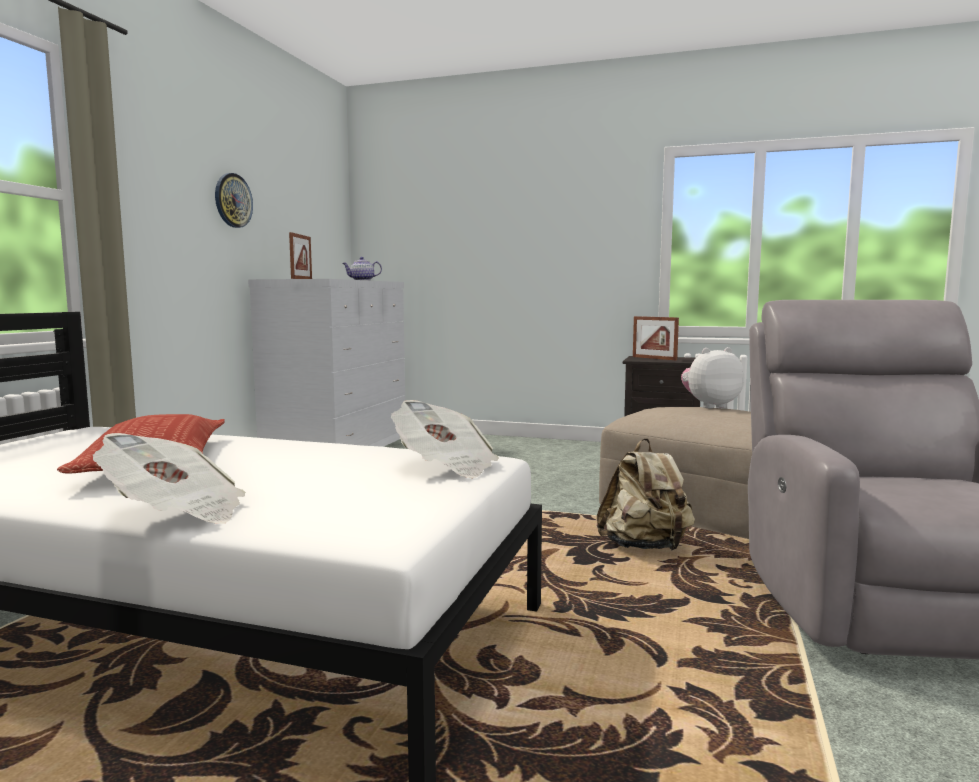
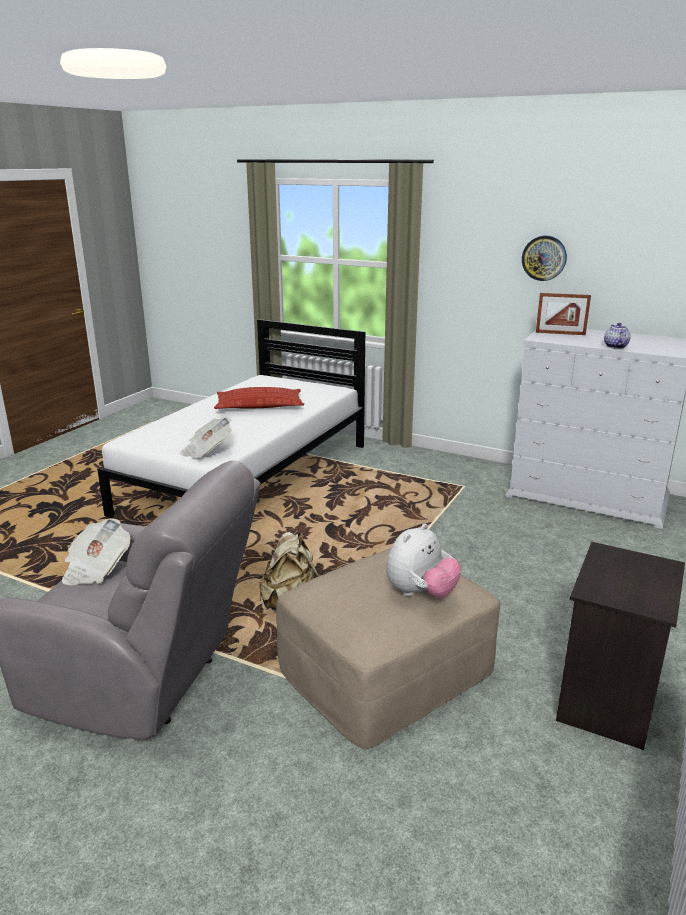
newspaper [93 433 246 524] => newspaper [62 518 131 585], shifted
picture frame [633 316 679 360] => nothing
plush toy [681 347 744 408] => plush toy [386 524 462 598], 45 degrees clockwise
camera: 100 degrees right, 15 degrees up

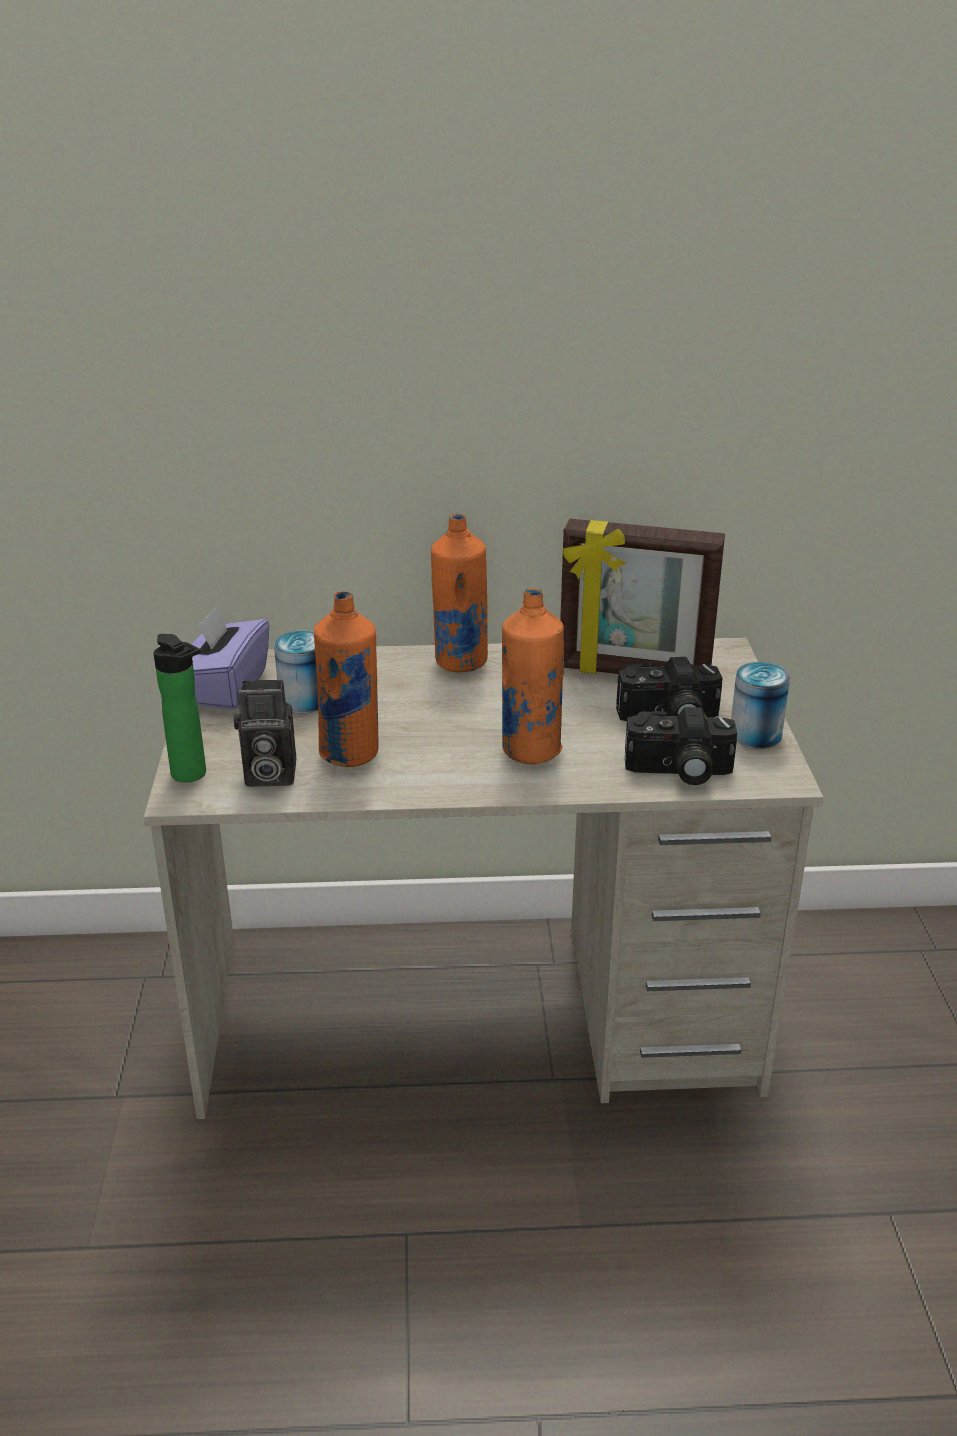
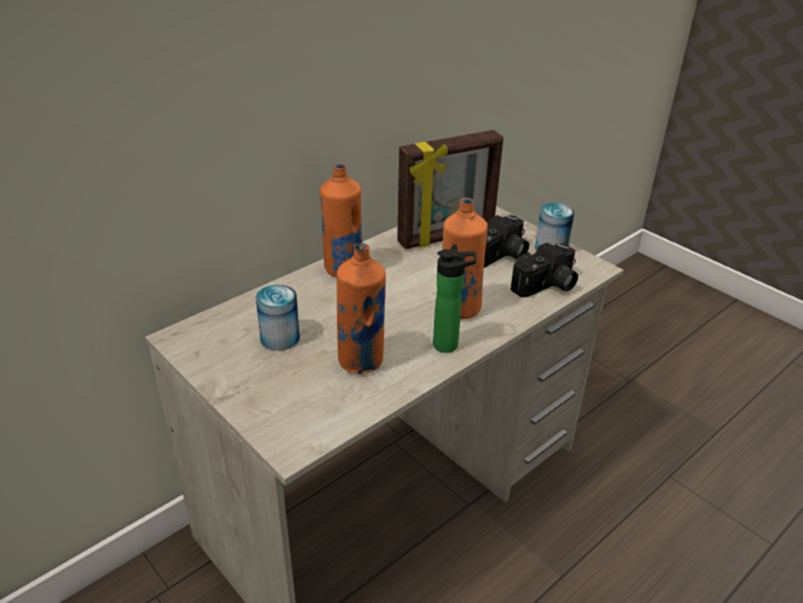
bottle [153 634 206 783] => bottle [433 249 476 353], shifted
purple tissue box [191 605 269 709] => nothing
photo camera [234 680 296 787] => nothing
camera: 40 degrees left, 5 degrees up

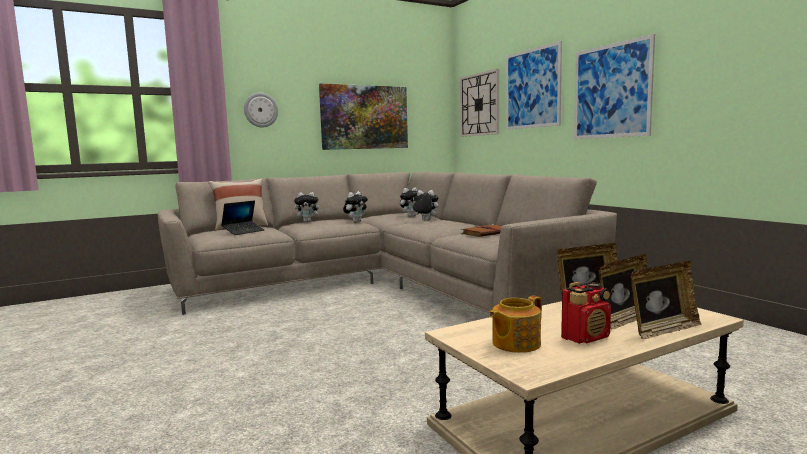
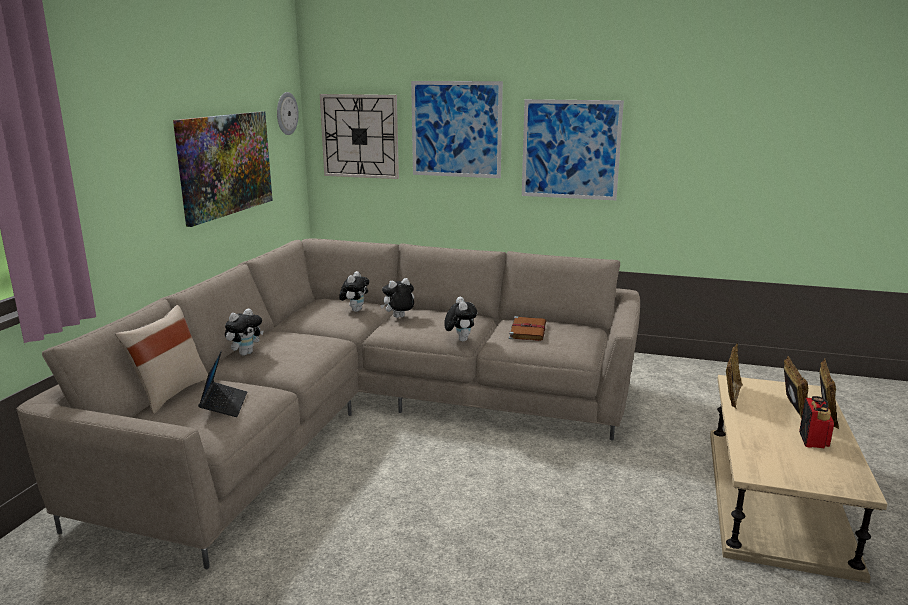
wall clock [244 93 278 127] => wall clock [277 92 299 135], shifted
plush toy [343 191 368 222] => plush toy [444 297 477 341], shifted
teapot [489 296 542 353] => nothing
camera: 45 degrees left, 10 degrees up

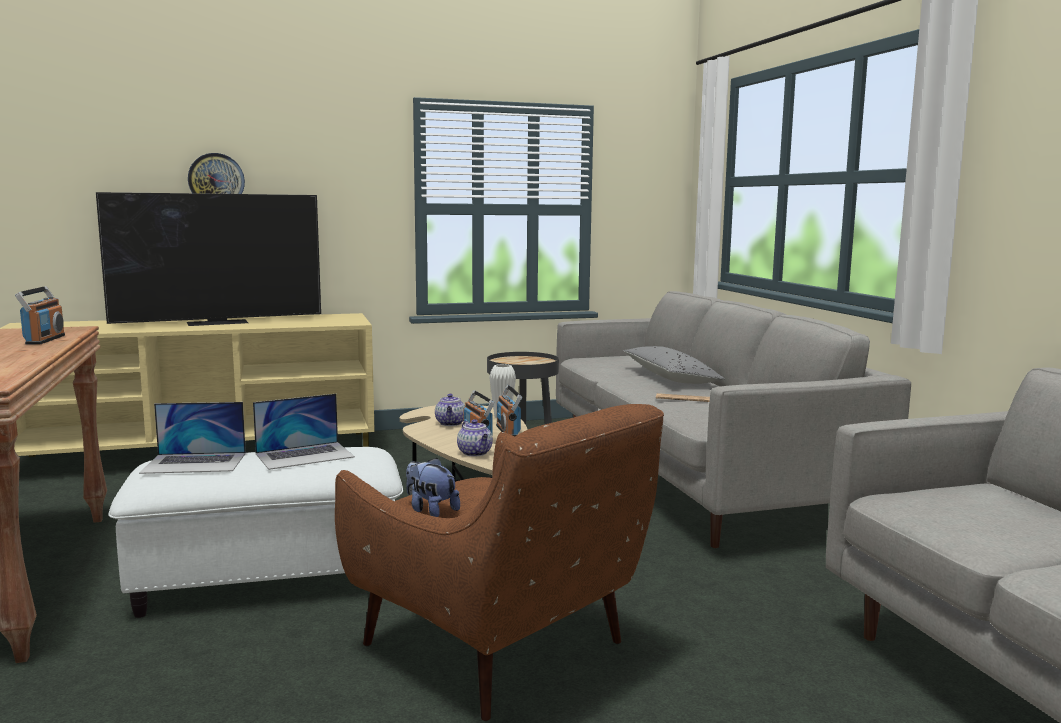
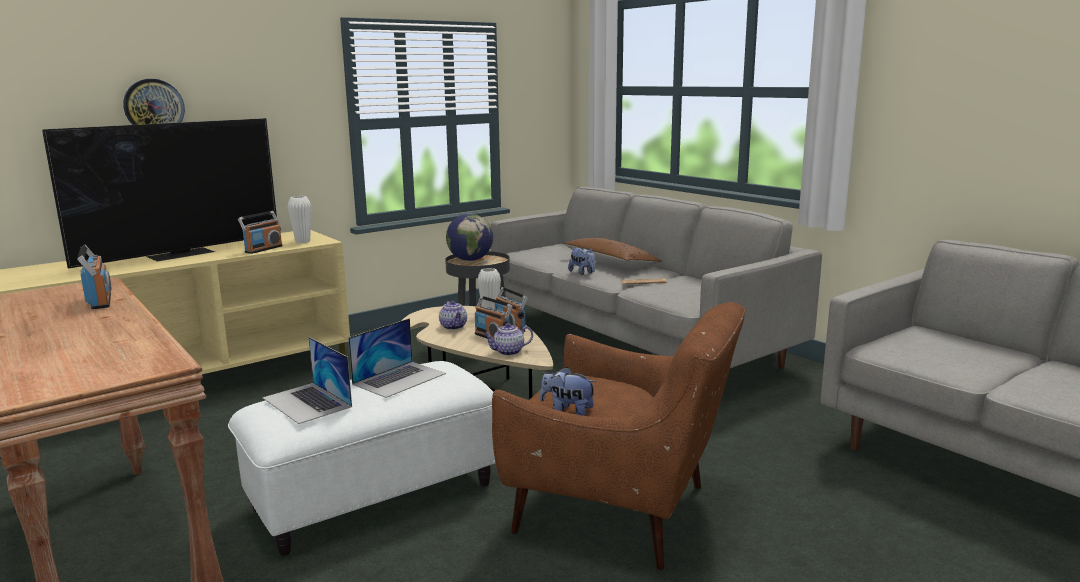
laptop [139 402 246 474] => laptop [262 337 352 424], 75 degrees clockwise
teapot [457 419 493 457] => teapot [483 323 533 356], 120 degrees clockwise
grey pillow [624 346 725 384] => brown pillow [563 238 662 268]
nothing => radio [238 211 283 254]
nothing => white vase [288 196 312 243]
nothing => globe [446 214 493 261]
nothing => plush toy [568 247 595 275]
camera: 20 degrees left, 5 degrees up

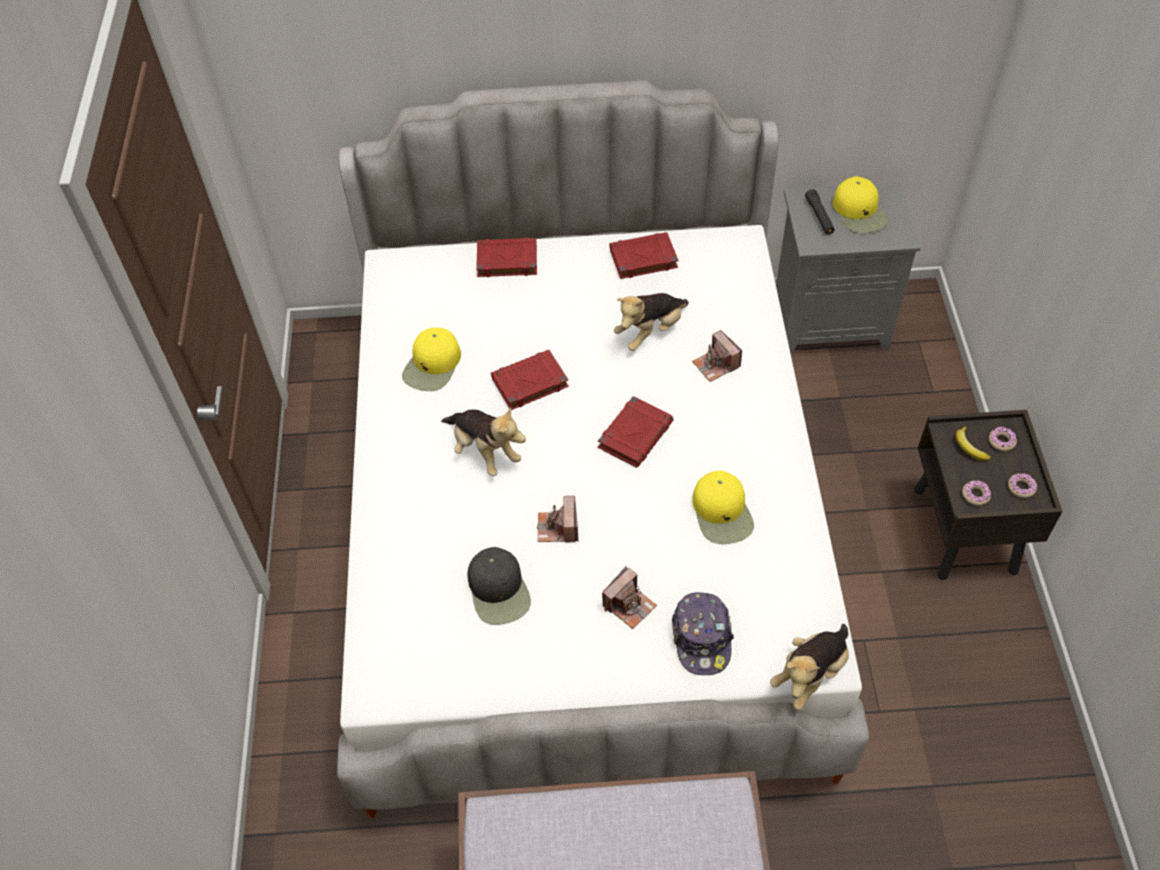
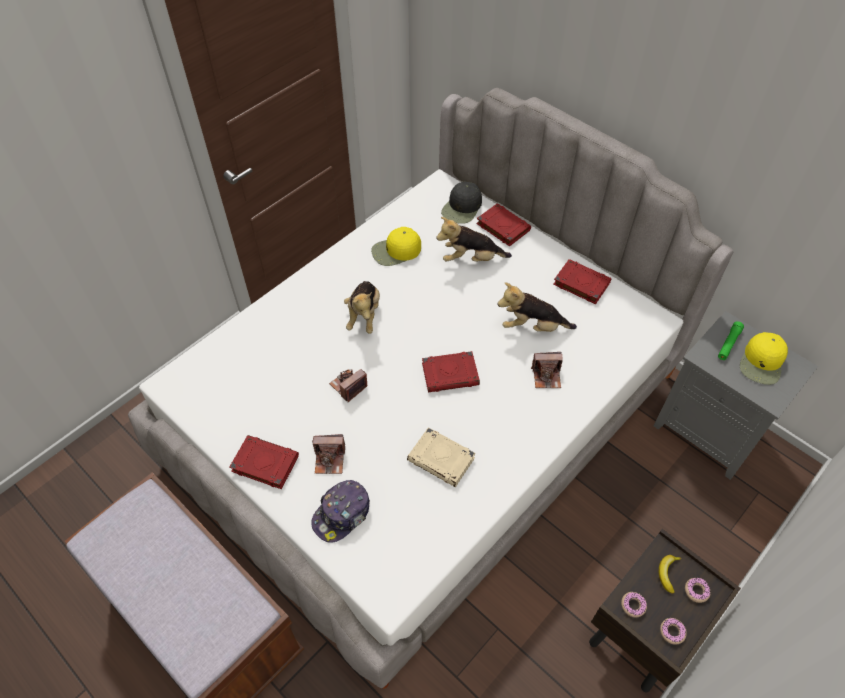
black cap [467 547 531 625] => black cap [441 182 482 224], shifted
red book [491 350 569 410] => red book [229 435 299 489], shifted
photo camera [692 330 742 382] => photo camera [531 352 563 388], 105 degrees counterclockwise
yellow cap [692 471 754 544] => beige book [407 427 476 487]
plush toy [770 624 849 711] => plush toy [436 217 512 262], shifted
black flashlight [805 189 835 235] => green flashlight [718 321 744 360]
camera: 45 degrees right, 0 degrees up

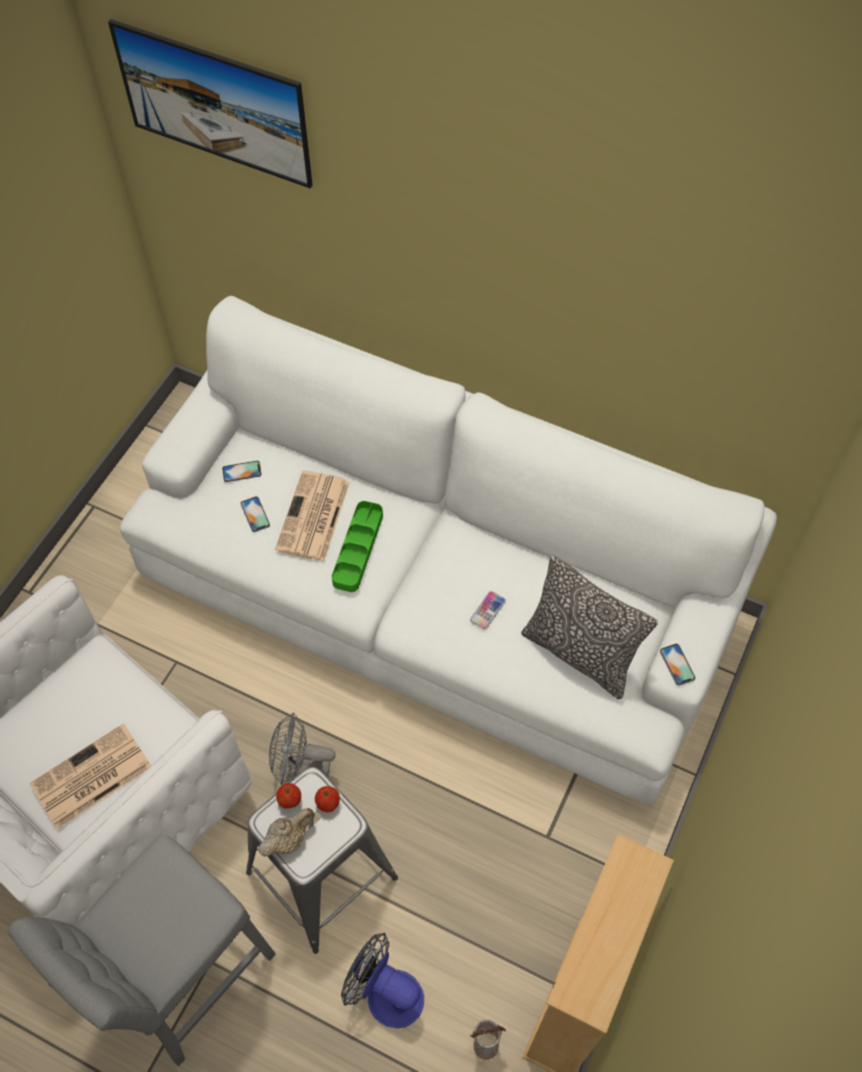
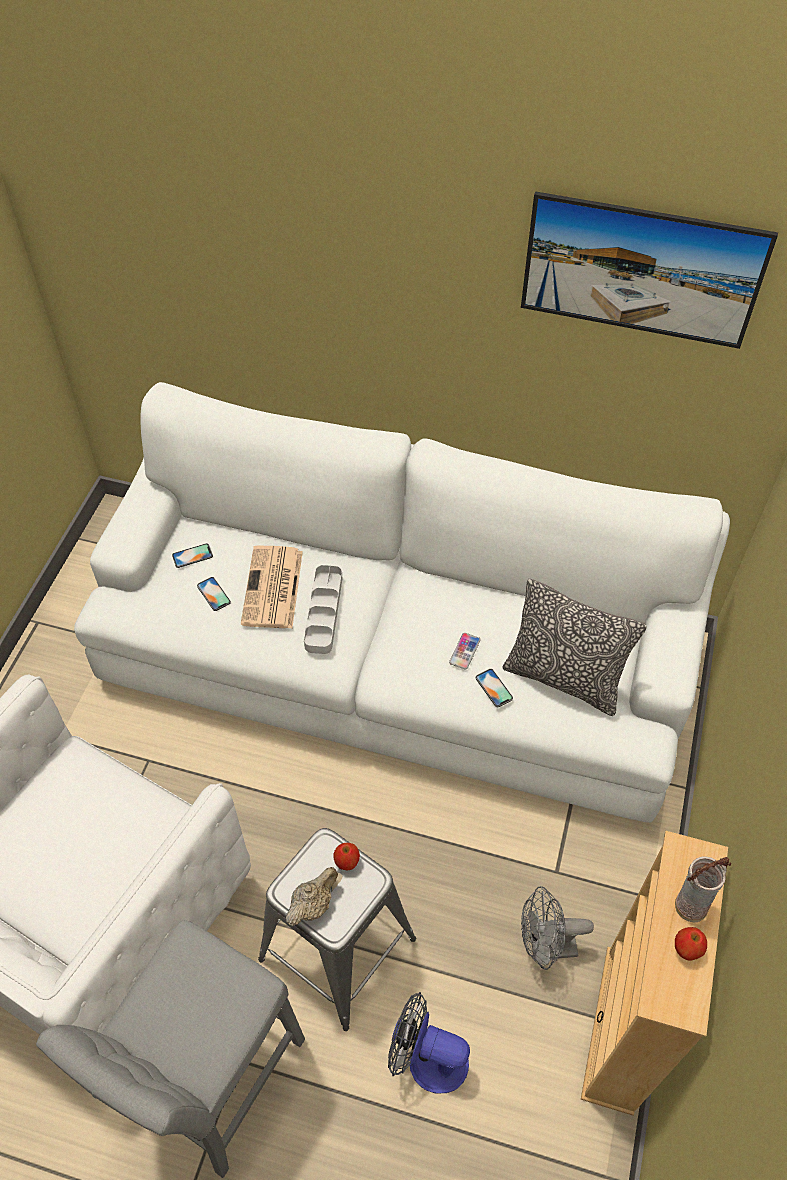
newspaper [29 723 151 829] => nothing
picture [108 19 313 188] => picture [521 191 778 349], shifted
grey fan [269 712 336 785] => grey fan [521 886 594 970], shifted
apple [276 783 301 808] => apple [675 927 707 961], shifted
green tray [332 501 383 592] => grey tray [304 565 343 654]
vase [470 1019 506 1060] => vase [675 856 731 923], shifted
phone [660 644 696 685] => phone [476 669 513 707], shifted
camera: 10 degrees left, 5 degrees down

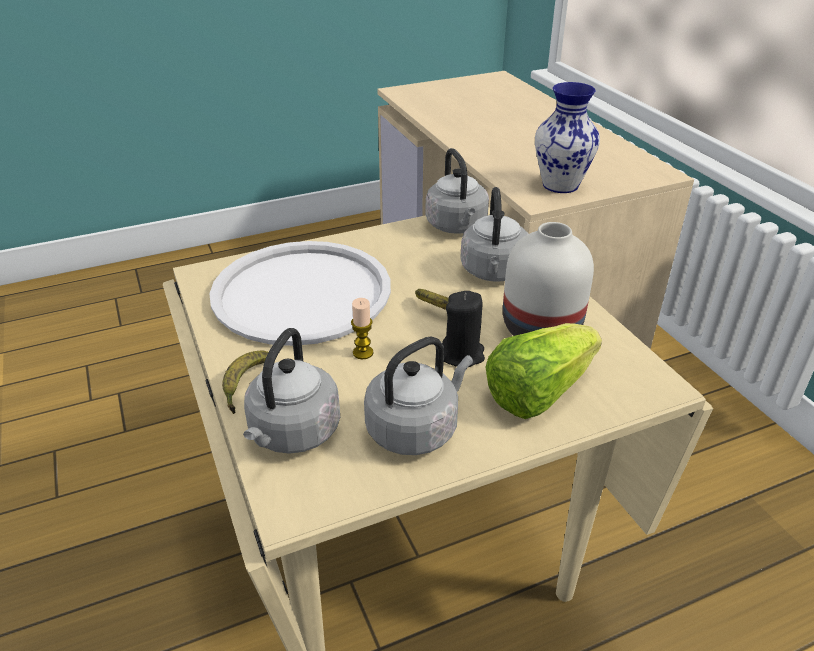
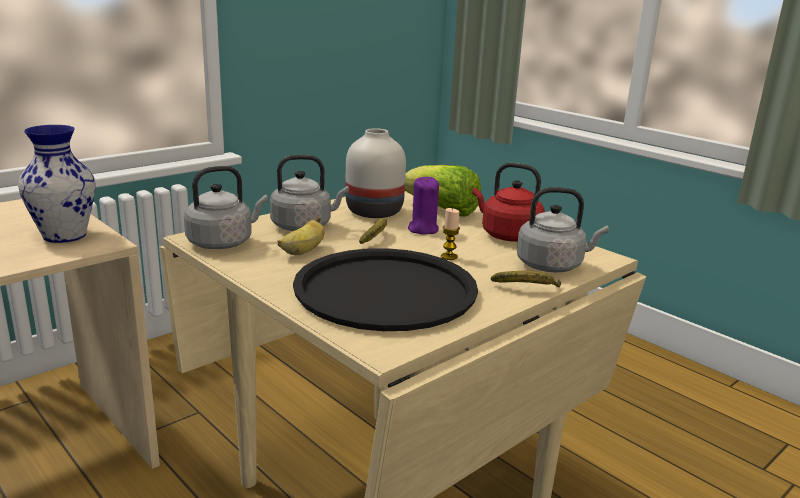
white tray [209 241 391 346] => black tray [293 248 478 331]
grey kettle [364 337 473 455] => red kettle [473 163 545 242]
black candle [442 291 485 367] => purple candle [408 176 439 235]
nothing => banana [278 217 325 255]
camera: 110 degrees left, 15 degrees down

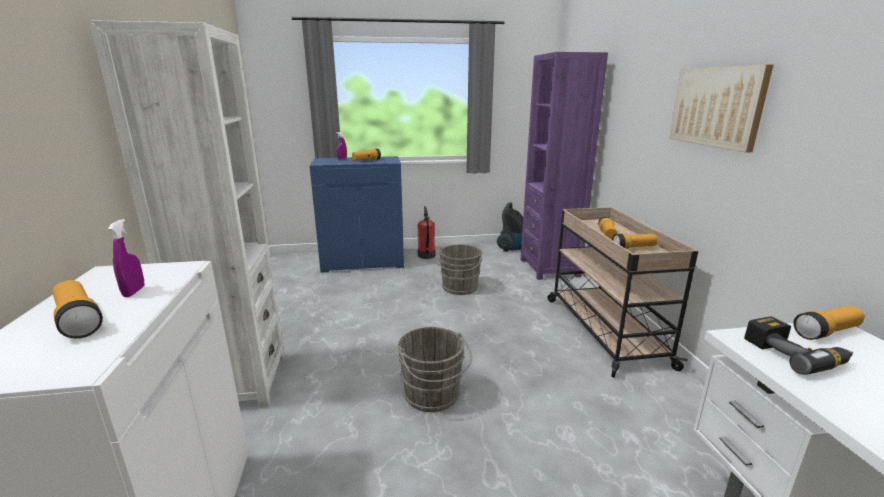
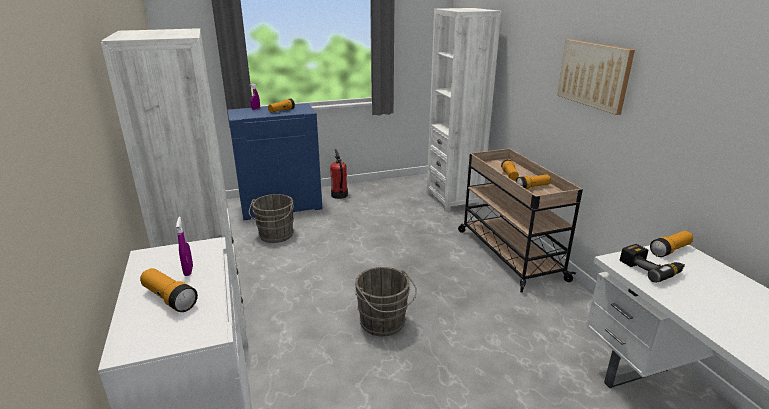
grey bucket [436 244 483 295] => grey bucket [249 194 294 243], shifted
vacuum cleaner [497 202 523 251] => nothing
purple bookcase [521 52 608 280] => white bookcase [427 8 501 212]
camera: 10 degrees left, 5 degrees up

